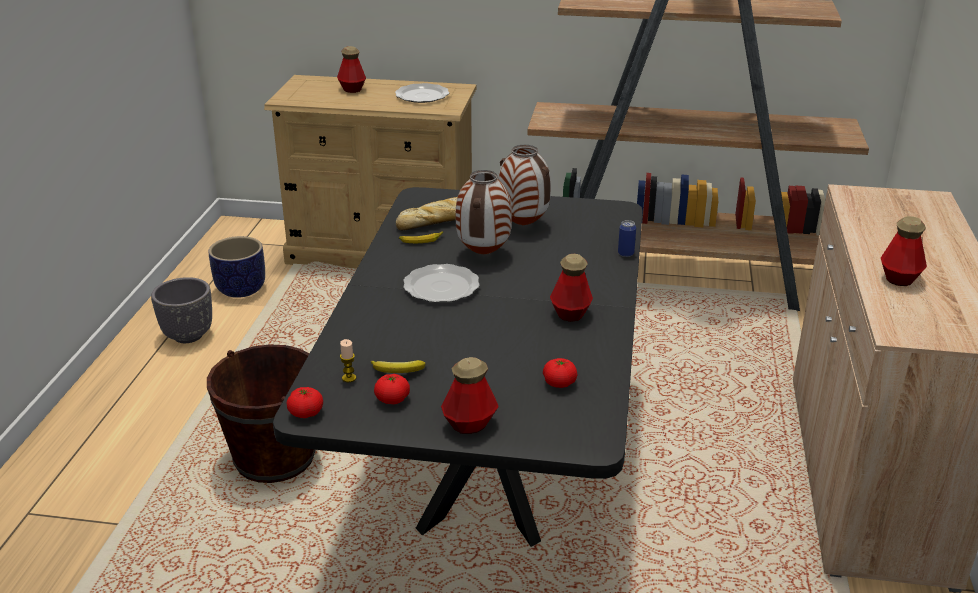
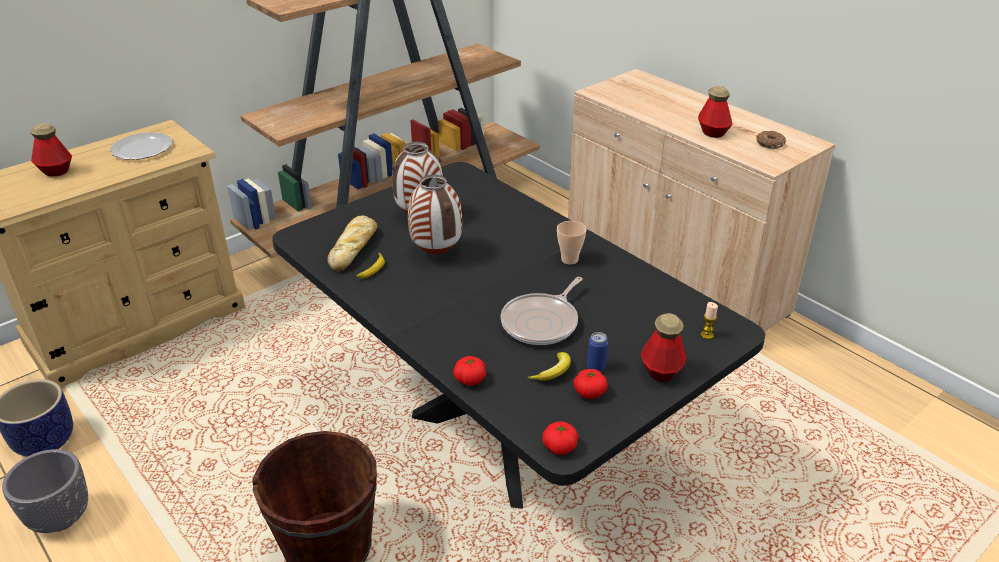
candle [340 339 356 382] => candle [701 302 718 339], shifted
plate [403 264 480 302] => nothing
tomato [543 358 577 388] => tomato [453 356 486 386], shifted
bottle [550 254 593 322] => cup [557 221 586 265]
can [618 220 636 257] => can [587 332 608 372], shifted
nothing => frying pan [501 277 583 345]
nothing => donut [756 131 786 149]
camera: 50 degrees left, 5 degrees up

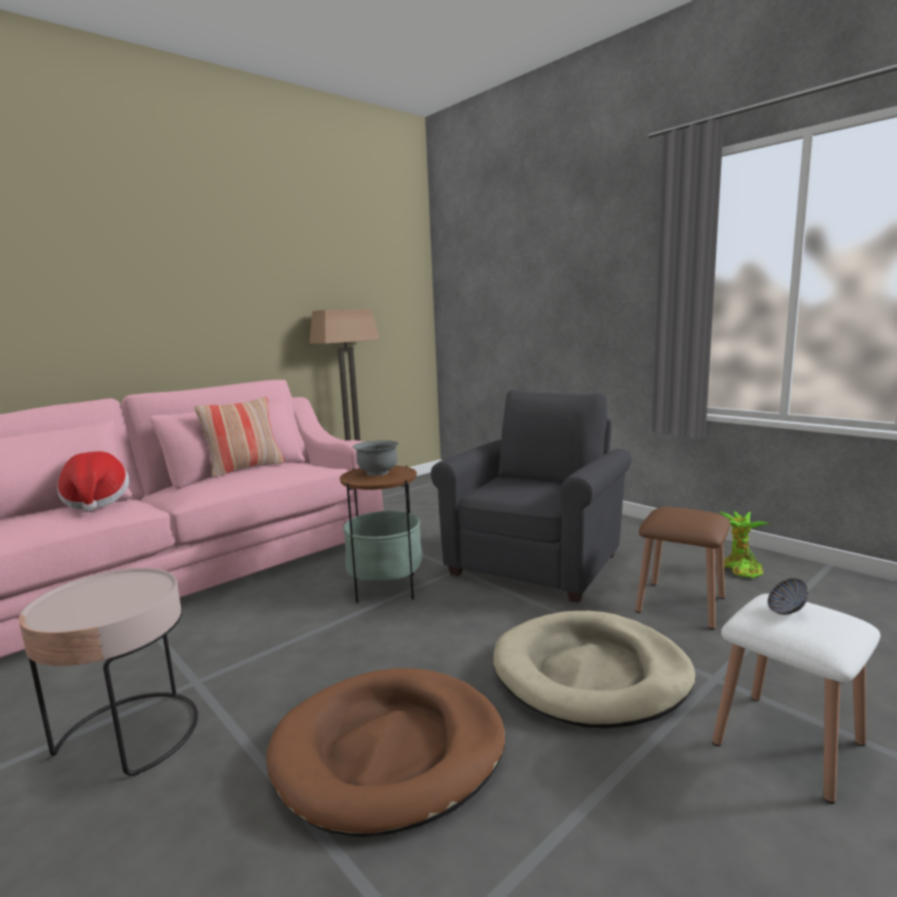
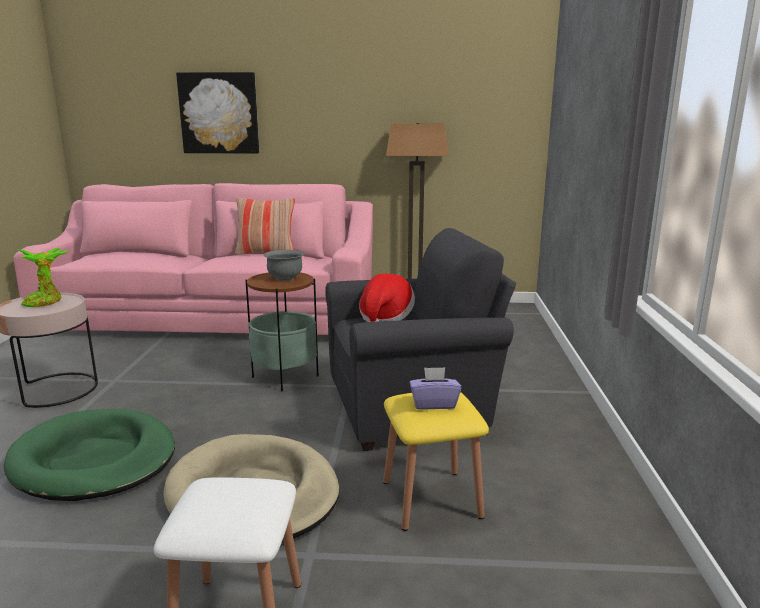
hat [57 451 129 512] => hat [359 274 415 322], shifted
brown dog bed [266 668 506 837] => green dog bed [4 409 175 501]
brown stool [635 507 730 630] => yellow stool [383 392 489 531]
potted plant [718 511 770 578] => potted plant [18 248 68 307], shifted
bowl [767 578 809 615] => nothing
nothing => picture [176 72 259 154]
nothing => purple tissue box [409 367 462 410]
camera: 45 degrees right, 5 degrees up

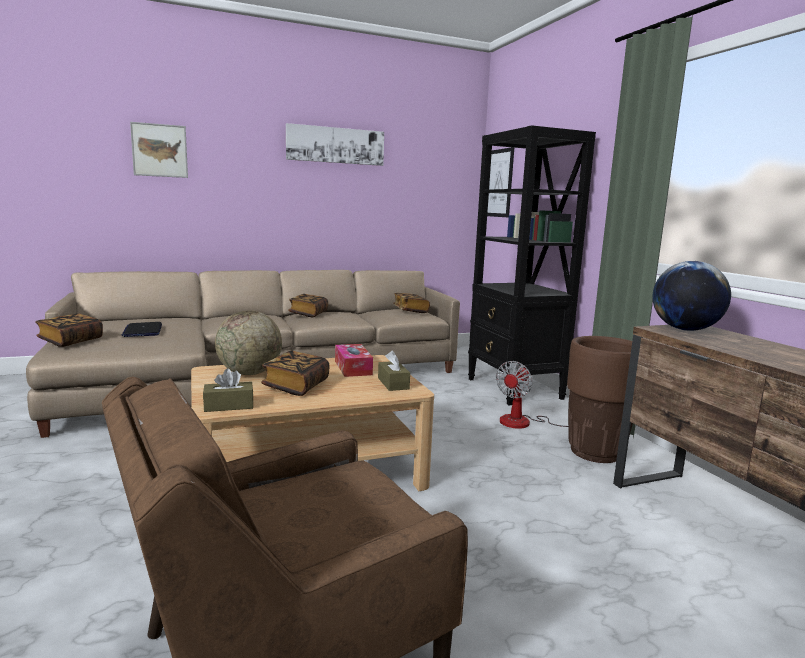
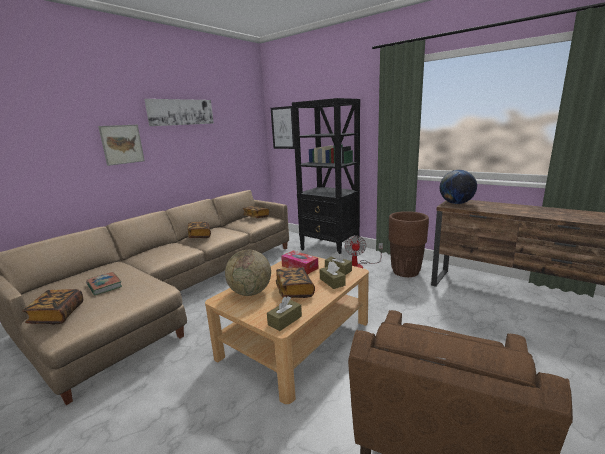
laptop [121 322 162 337] => book [86 272 122 295]
picture [130 122 188 178] => picture [98 125 145 166], shifted
nothing => brown tissue box [320 261 346 289]
camera: 30 degrees left, 5 degrees up

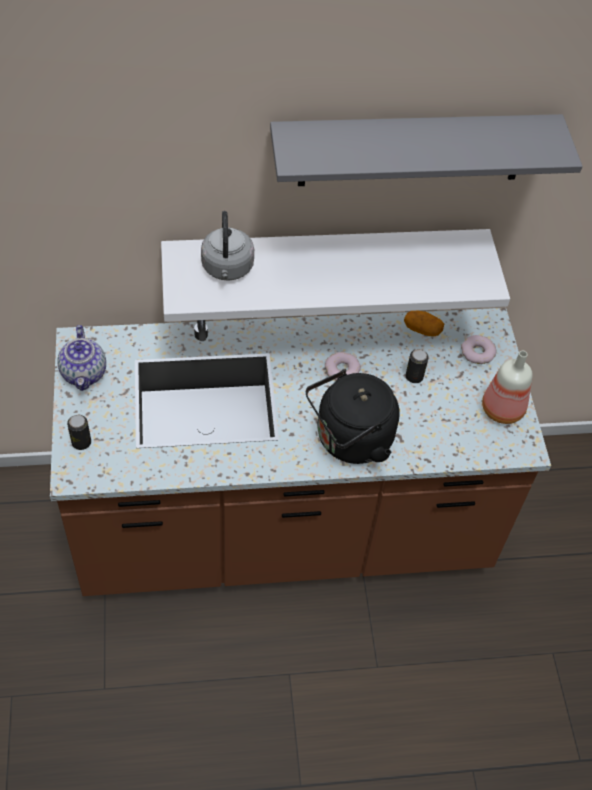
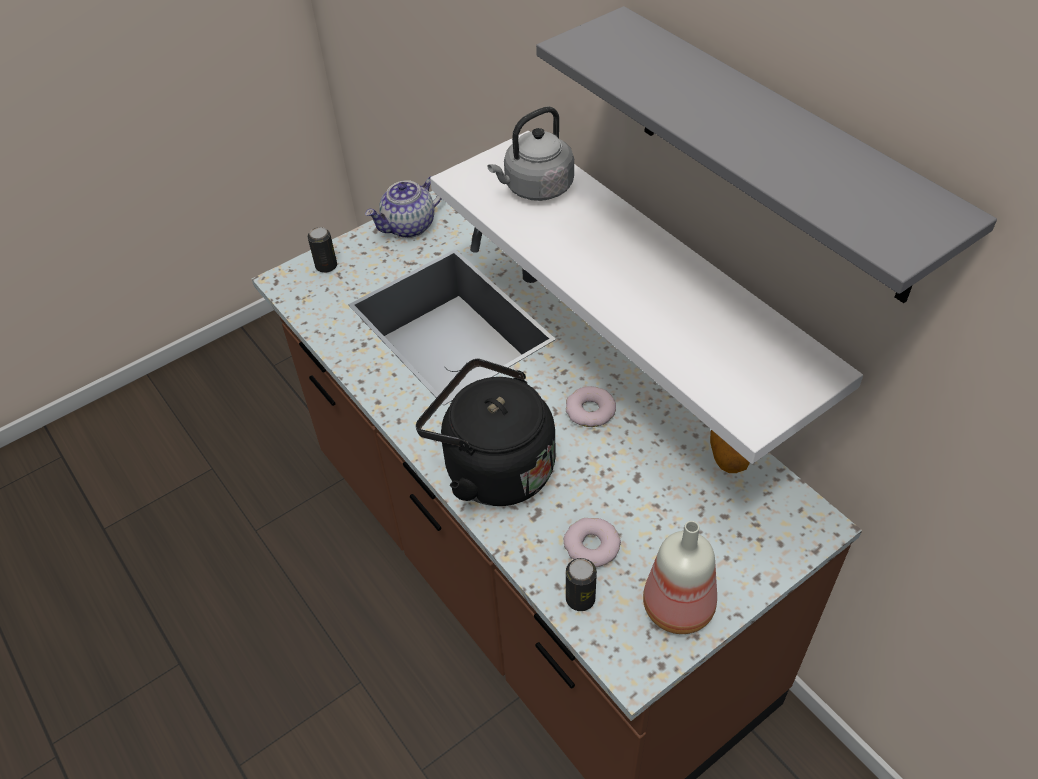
can [406 349 429 383] => can [566 558 597 611], shifted
donut [461 335 496 364] => donut [564 518 621 567], shifted
camera: 65 degrees right, 5 degrees down

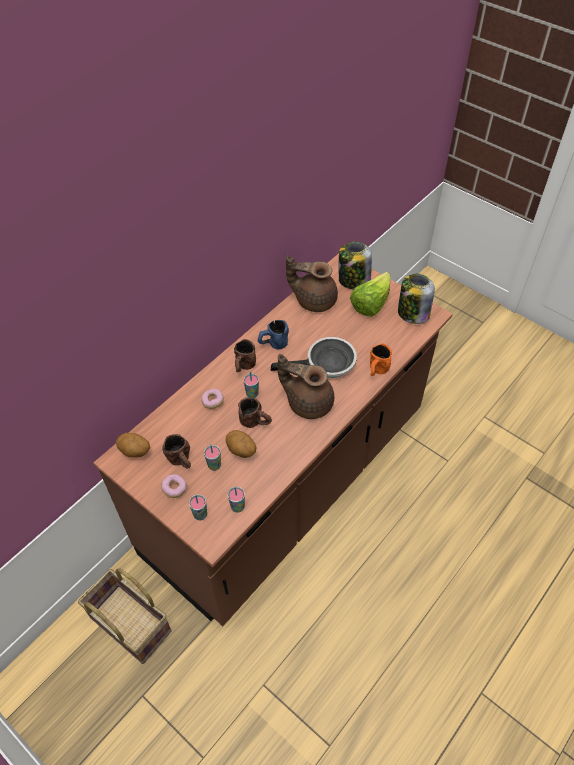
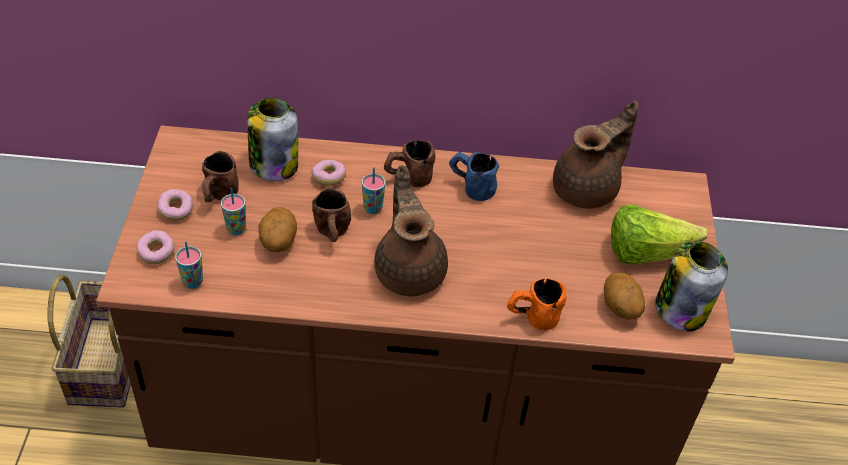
potato [116 433 150 457] => potato [604 272 645 320], shifted
cup [189 495 207 520] => donut [136 230 174 264]
frying pan [271 337 357 378] => nothing
brown teapot [286 255 338 312] => brown teapot [553 101 639 209], 75 degrees clockwise
jar [339 241 372 289] => jar [247 97 298 181], shifted
camera: 50 degrees right, 5 degrees down

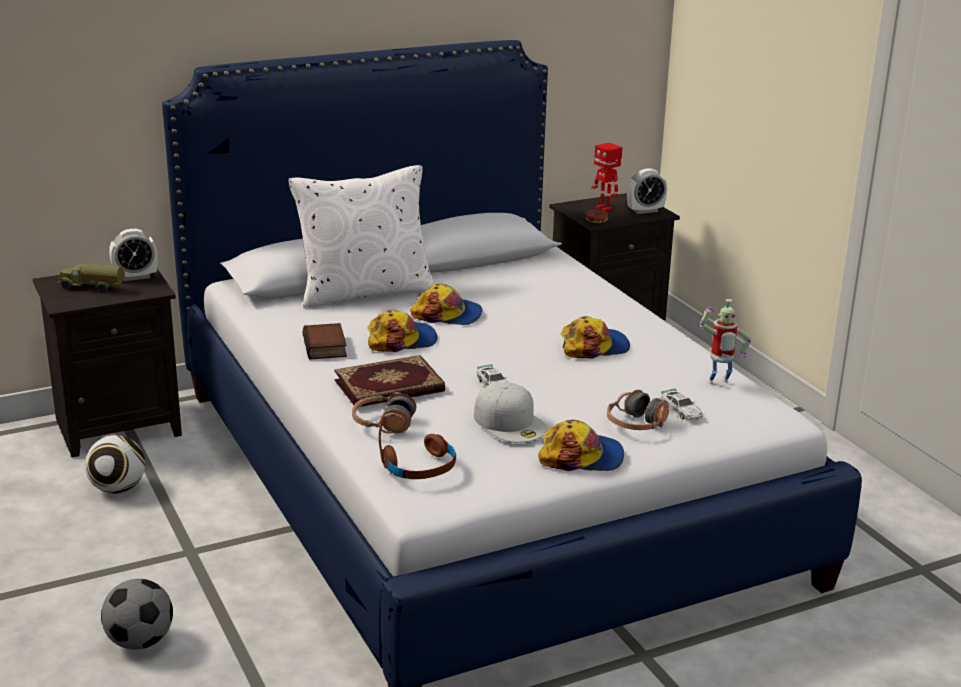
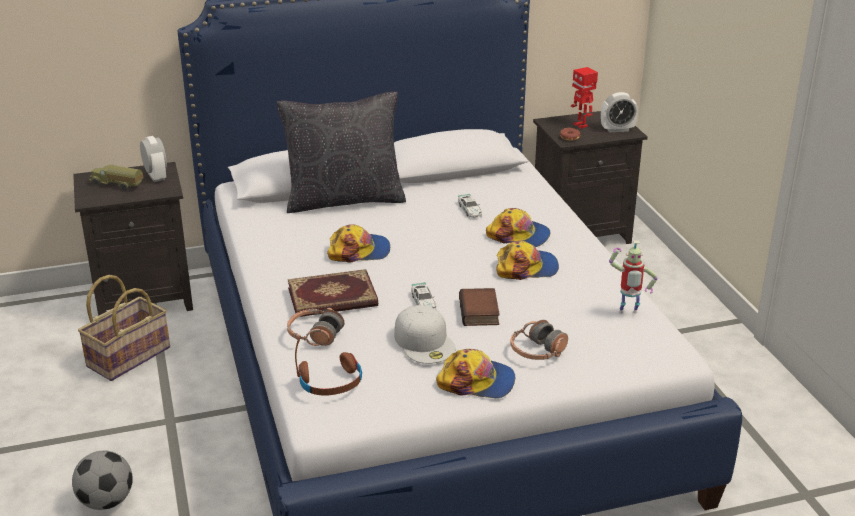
football [85 435 145 494] => basket [78 275 170 381]
alarm clock [109 229 158 281] => alarm clock [140 136 167 182], 105 degrees counterclockwise
white pillow [289 165 435 308] => black pillow [277 92 406 213]
book [303 323 347 360] => book [459 288 500 326], shifted
cap [410 284 482 325] => cap [486 208 550 247], shifted
toy car [661 388 703 422] => toy car [458 194 482 218], shifted
camera: 10 degrees right, 5 degrees up

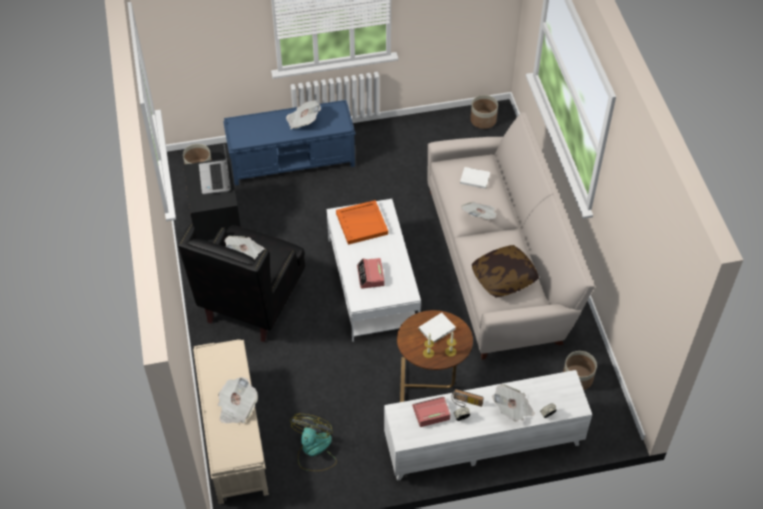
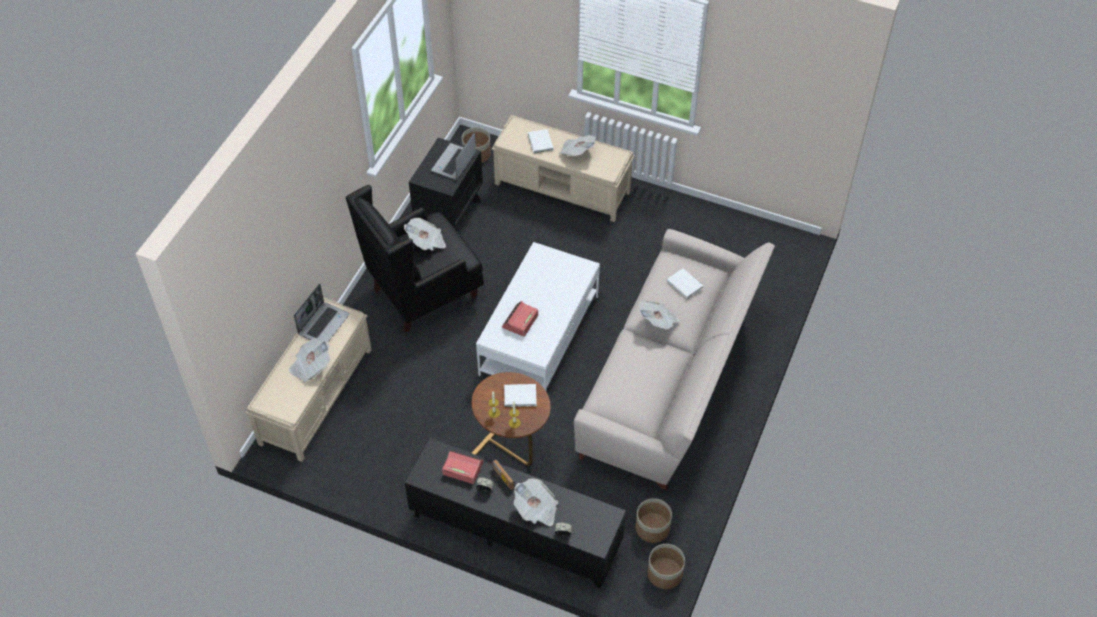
blue bench [223 100 356 185] => beige bench [492 115 634 222]
fan [290 414 337 471] => nothing
orange tray [336 200 388 245] => nothing
white tv stand [384 370 592 481] => black tv stand [405 438 626 588]
planter [470 95 498 129] => planter [647 544 685 589], shifted
pillow [472 245 539 297] => nothing
nothing => laptop [294 284 350 343]
nothing => white book [528 129 553 153]
camera: 35 degrees right, 0 degrees up

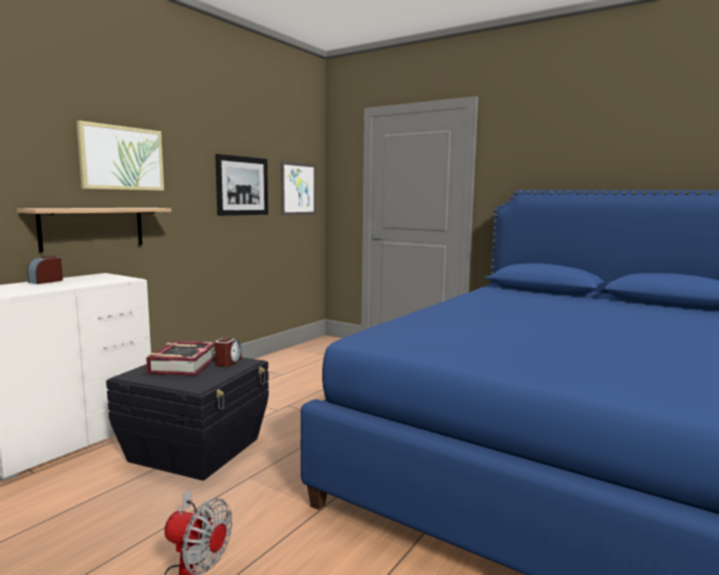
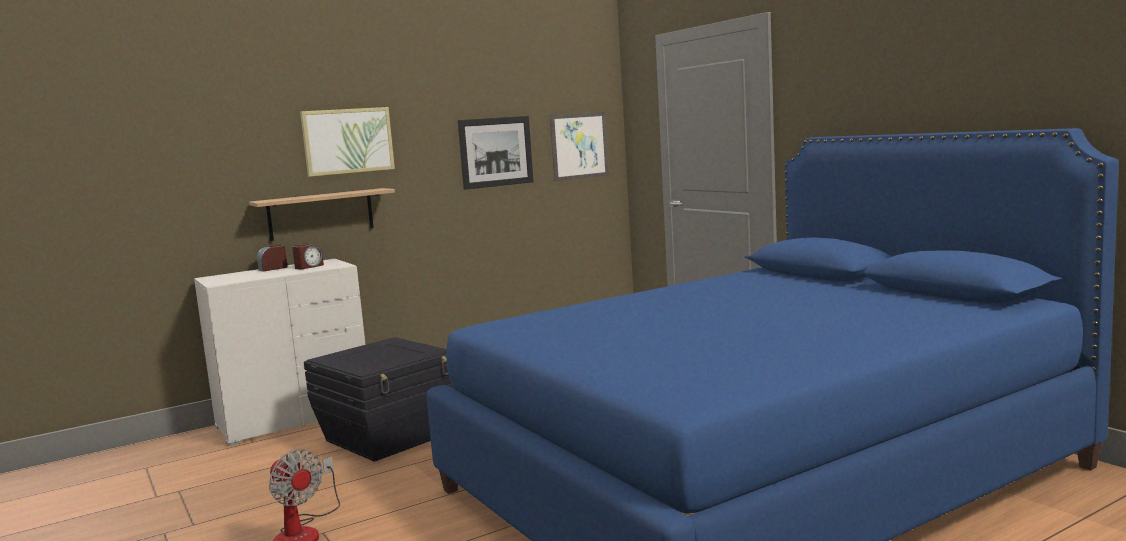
book [146 340 216 375] => nothing
alarm clock [215 338 242 367] => alarm clock [292 244 324 269], shifted
camera: 25 degrees right, 0 degrees up

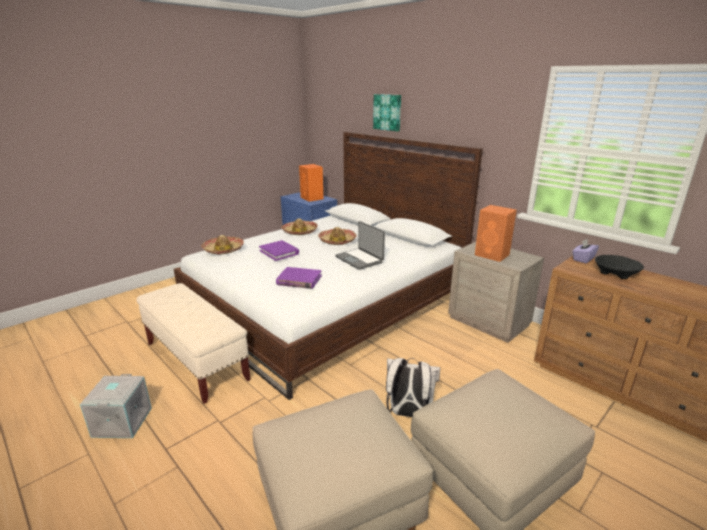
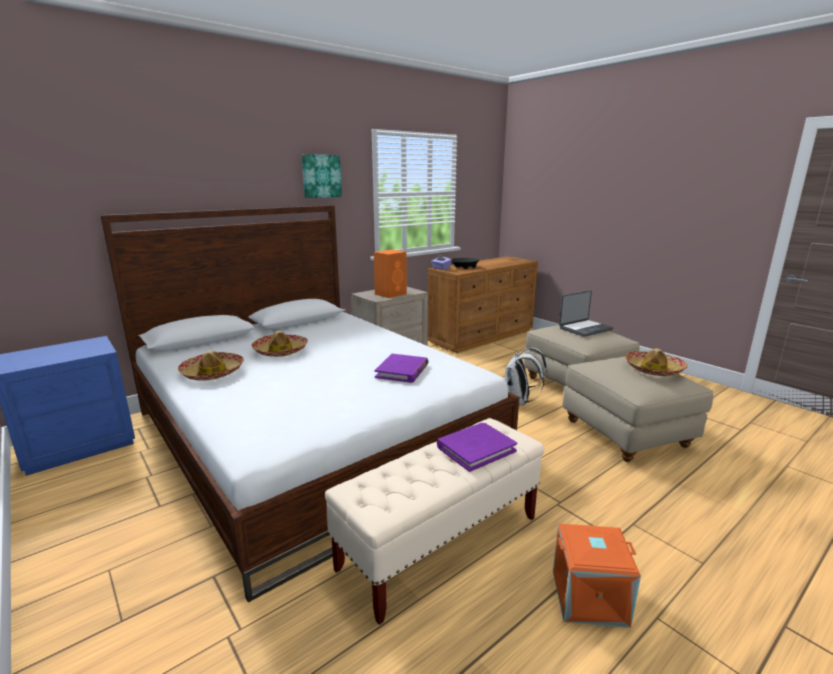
grey storage box [80 374 152 438] => orange storage box [553 524 641 628]
hat [201 235 244 254] => hat [625 349 688 376], shifted
purple book [259 240 299 261] => purple book [437 423 517 472], shifted
orange speaker [299 164 323 202] => nothing
laptop [335 221 385 270] => laptop [559 290 613 337], shifted
picture [373 94 401 131] => picture [302 154 342 198], shifted
camera: 85 degrees left, 5 degrees down

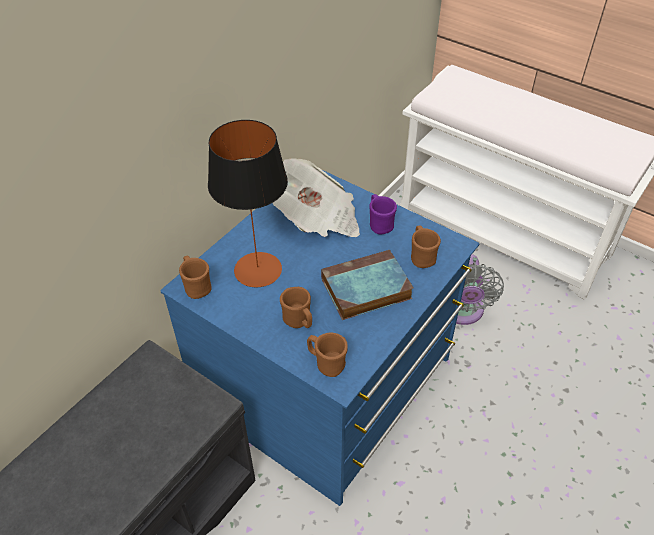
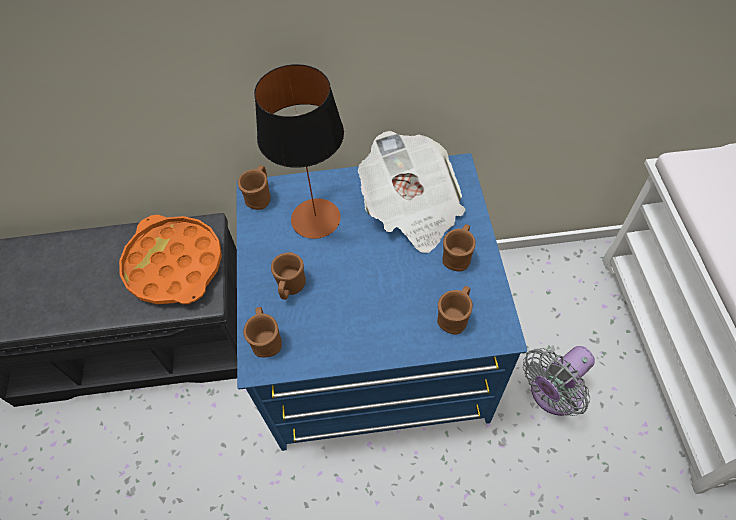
book [321 250 413 320] => nothing
purple mug [370 194 397 234] => brown mug [442 224 476 271]
nothing => orange tray [119 215 222 304]
camera: 50 degrees right, 10 degrees up

